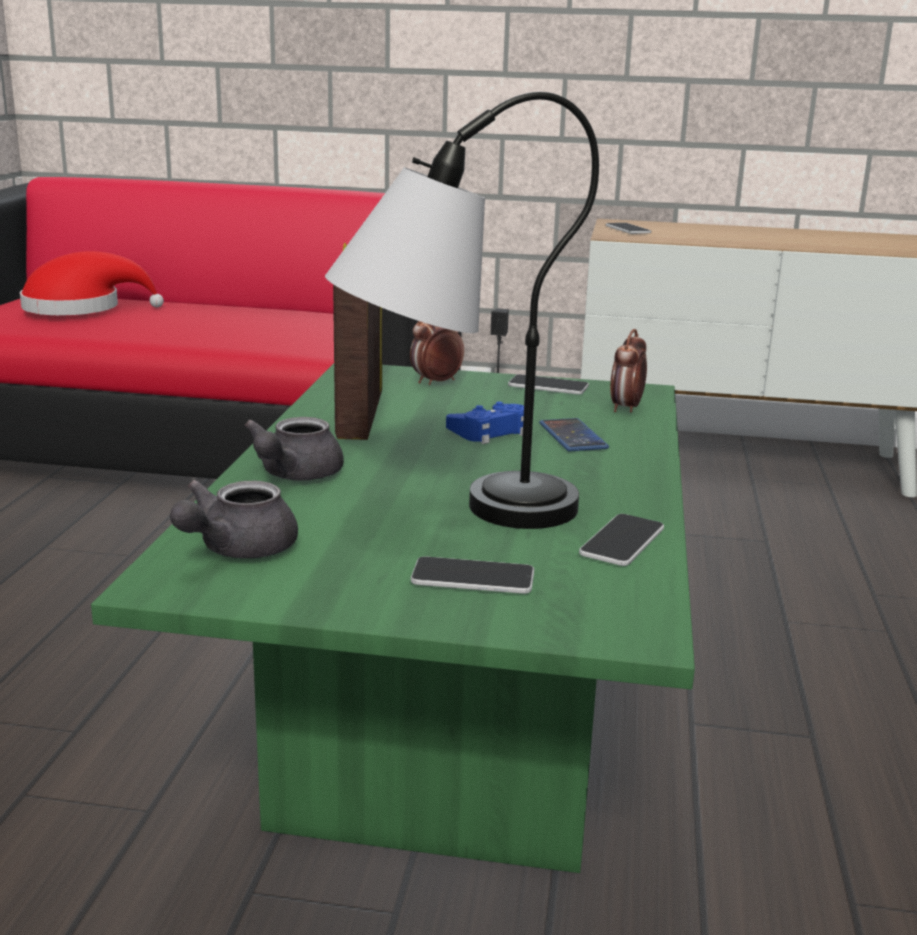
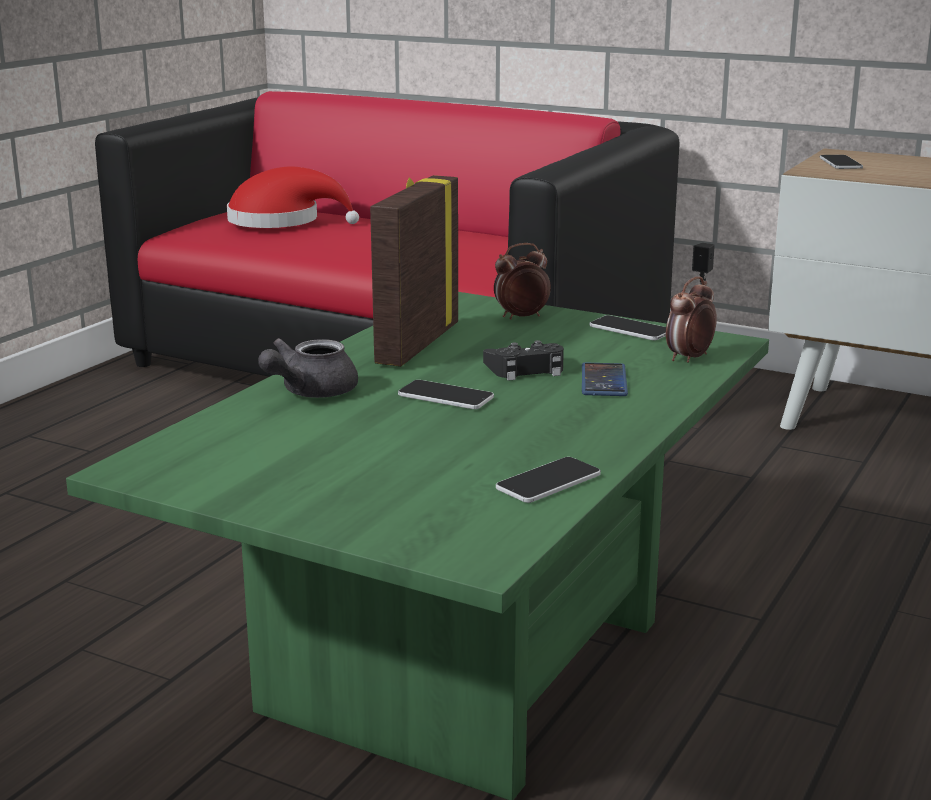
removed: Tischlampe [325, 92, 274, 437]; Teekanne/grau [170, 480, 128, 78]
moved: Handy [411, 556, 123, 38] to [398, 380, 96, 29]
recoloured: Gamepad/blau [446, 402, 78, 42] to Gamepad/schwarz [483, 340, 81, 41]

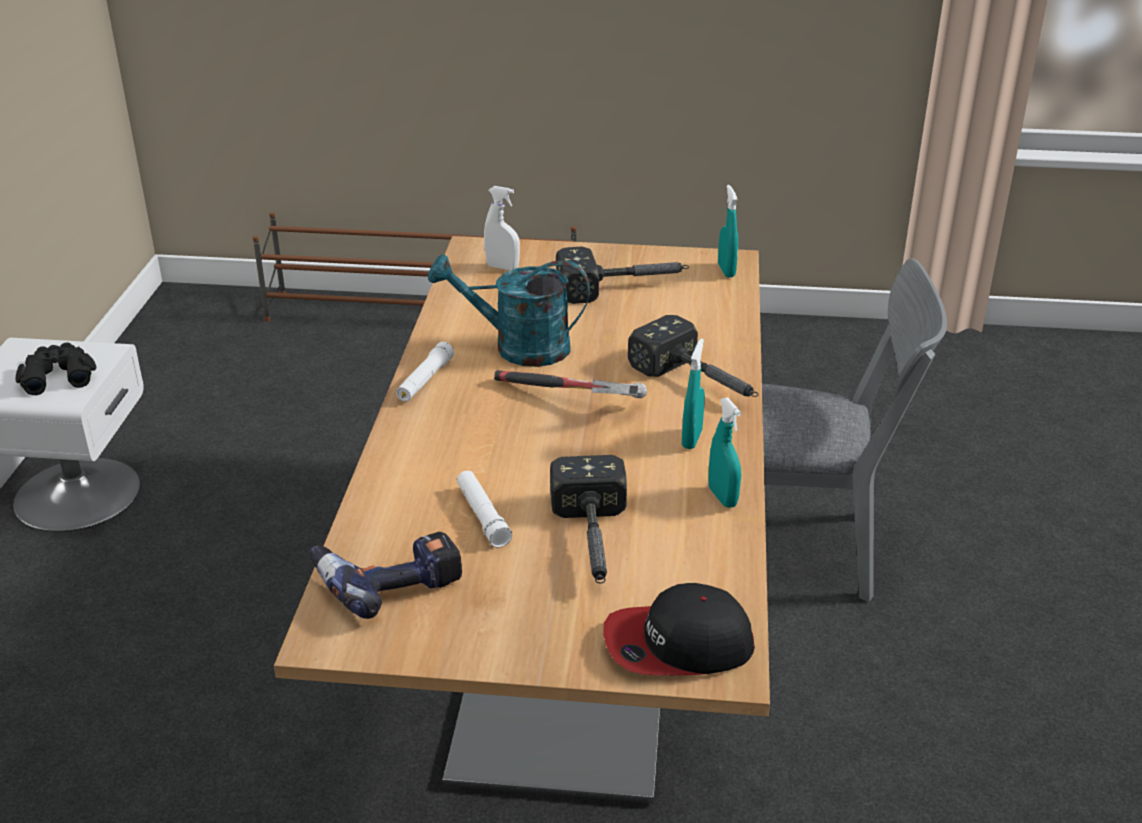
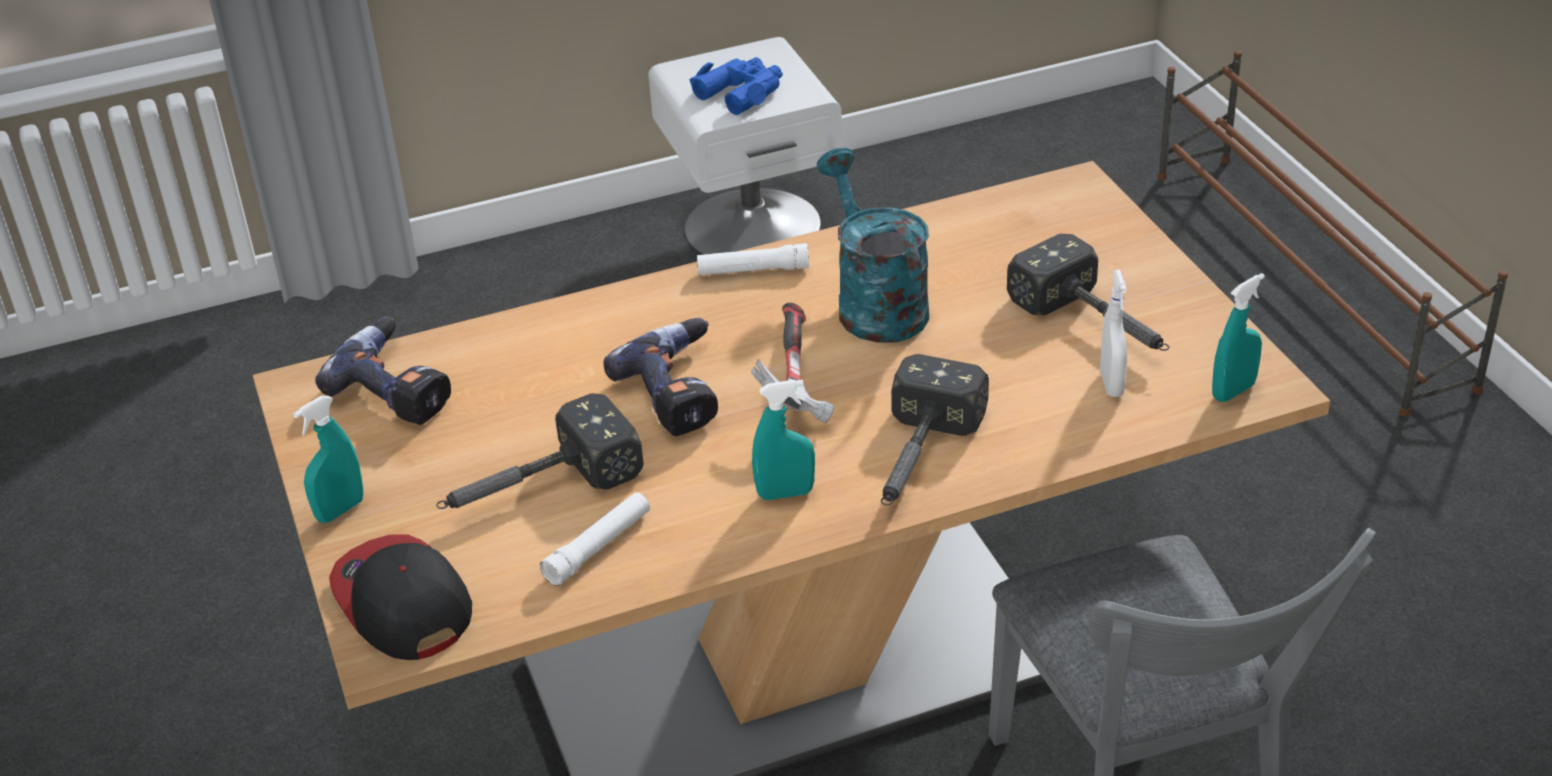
added: Bohrmaschine [603, 318, 115, 118]
moved: Sprühflasche/weiß [484, 186, 36, 84] to [1100, 269, 27, 128]; Sprühflasche/türkis [708, 397, 33, 111] to [293, 396, 71, 127]; Taschenlampe/weiß [457, 471, 55, 77] to [540, 492, 110, 94]
recoloured: Fernglas/schwarz [15, 343, 81, 52] to Fernglas/blau [690, 57, 93, 58]

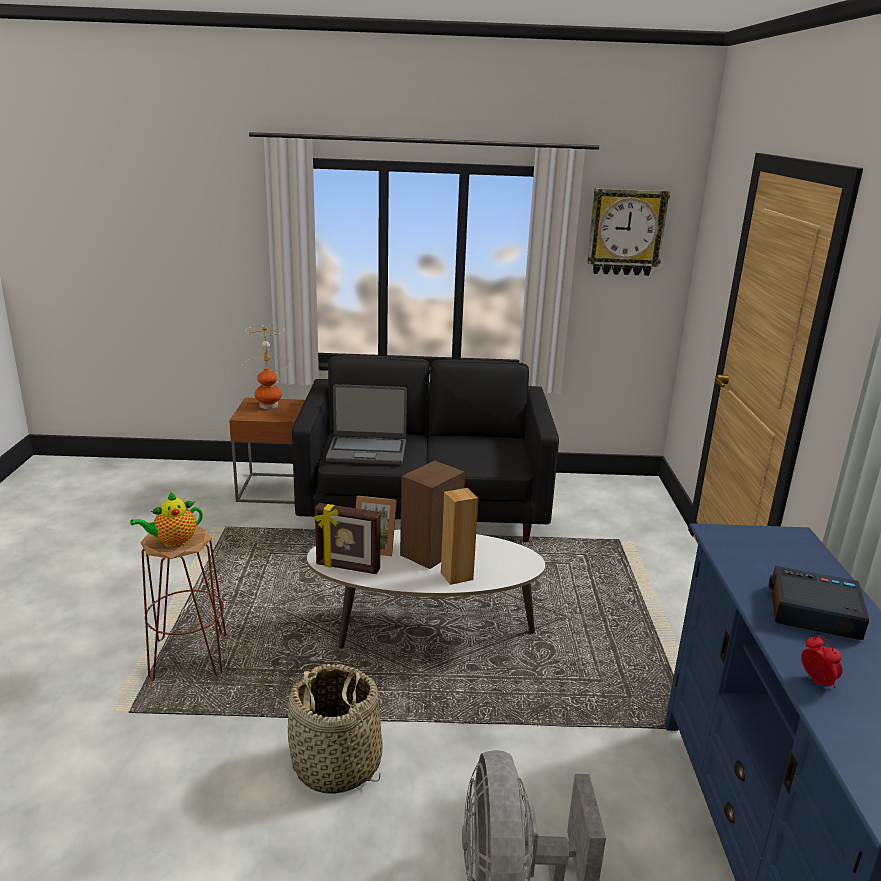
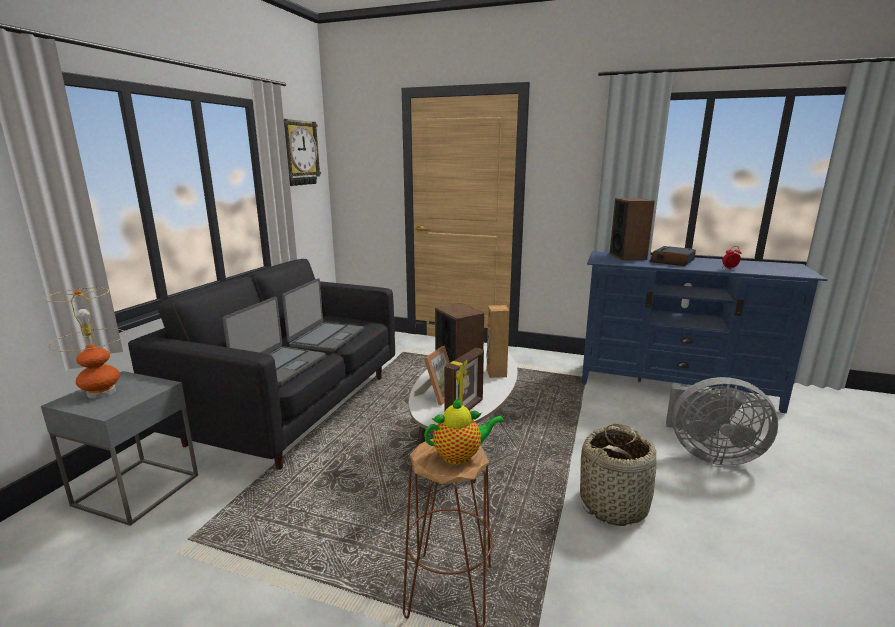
added: Lautsprecher [609, 198, 46, 62]; Laptop [282, 278, 82, 74]
recoloured: Beistelltisch/braun [229, 398, 76, 106] to Beistelltisch/grau [41, 371, 157, 155]
turned: Teekanne [130, 492, 73, 55] = [424, 398, 81, 67] 90 degrees counterclockwise

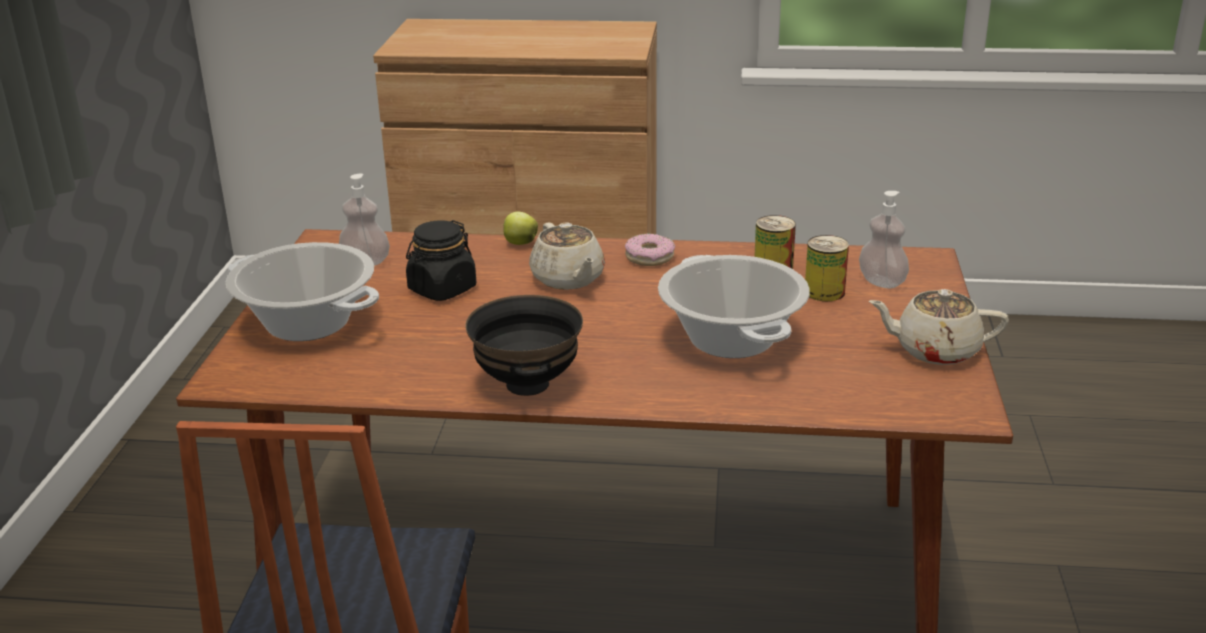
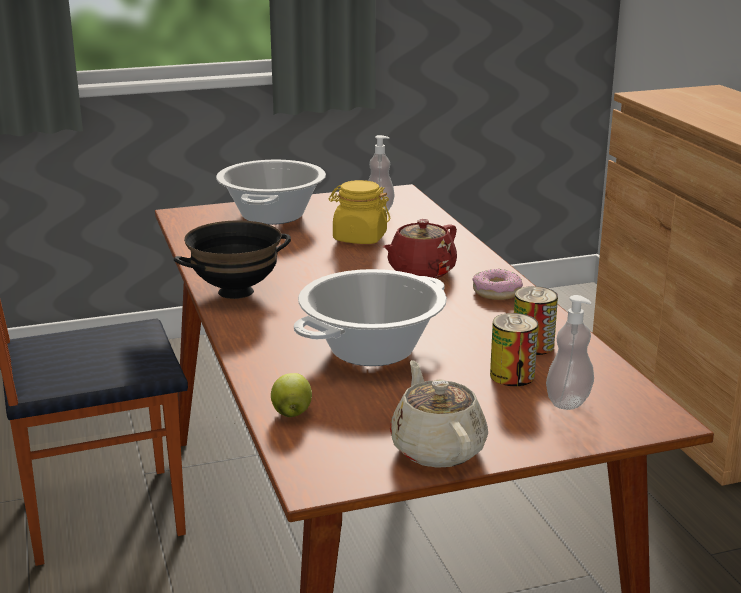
moved: Apfel [503, 212, 35, 33] to [271, 373, 41, 44]
recoloured: Vorratsglas/schwarz [406, 220, 70, 81] to Vorratsglas/gelb [329, 180, 62, 64]; Teekanne/beige [529, 222, 76, 68] to Teekanne/rot [383, 219, 74, 59]

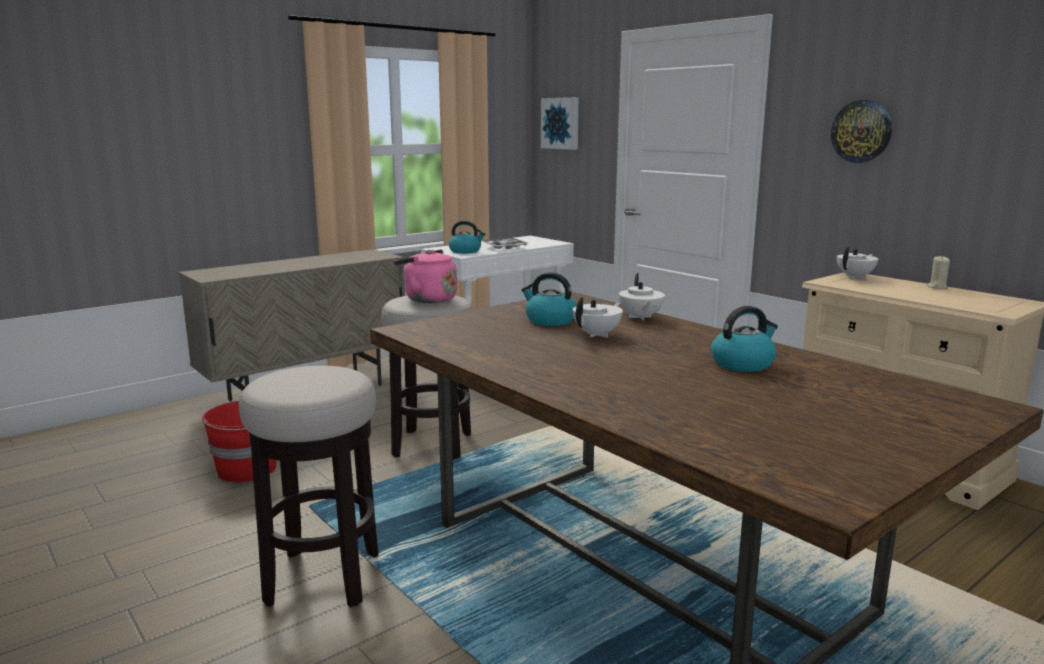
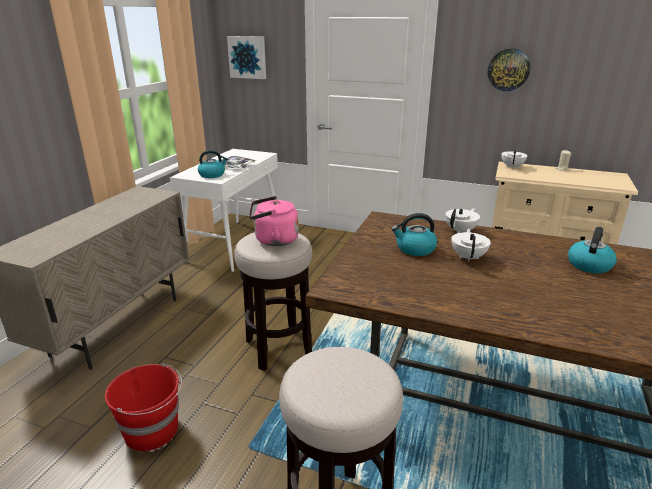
turned: Teekanne/weiß [619, 273, 46, 48] = [445, 208, 35, 26] 105 degrees counterclockwise

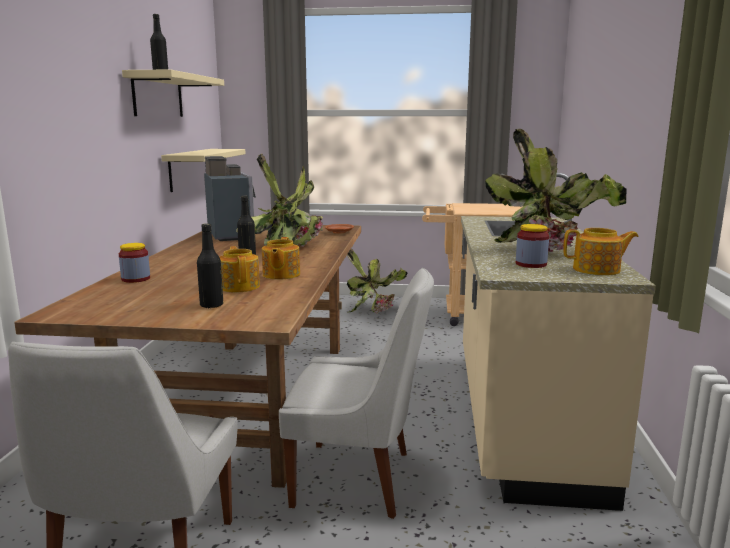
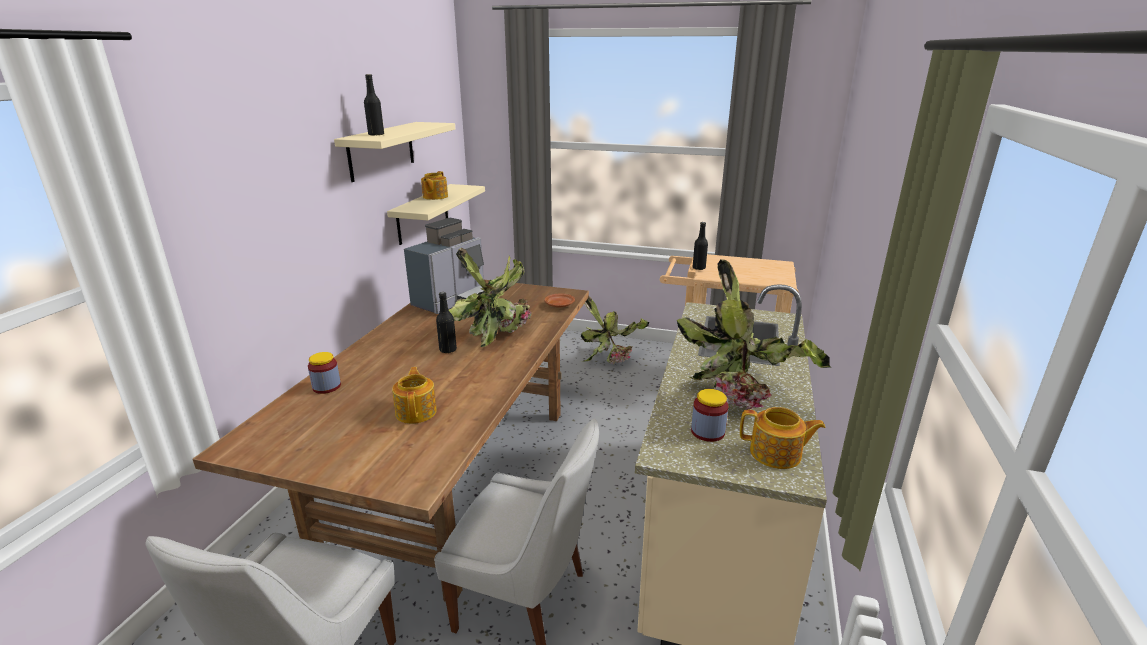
moved: Flasche/schwarz [197, 223, 26, 85] to [693, 222, 15, 48]; Teekanne [262, 237, 38, 42] to [421, 171, 27, 29]
turned: Kaffeemaschine [204, 156, 59, 85] = [404, 218, 80, 96] 45 degrees clockwise

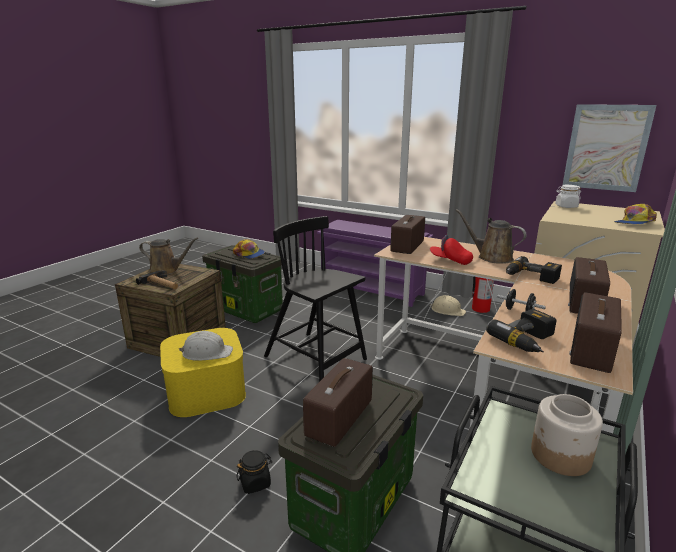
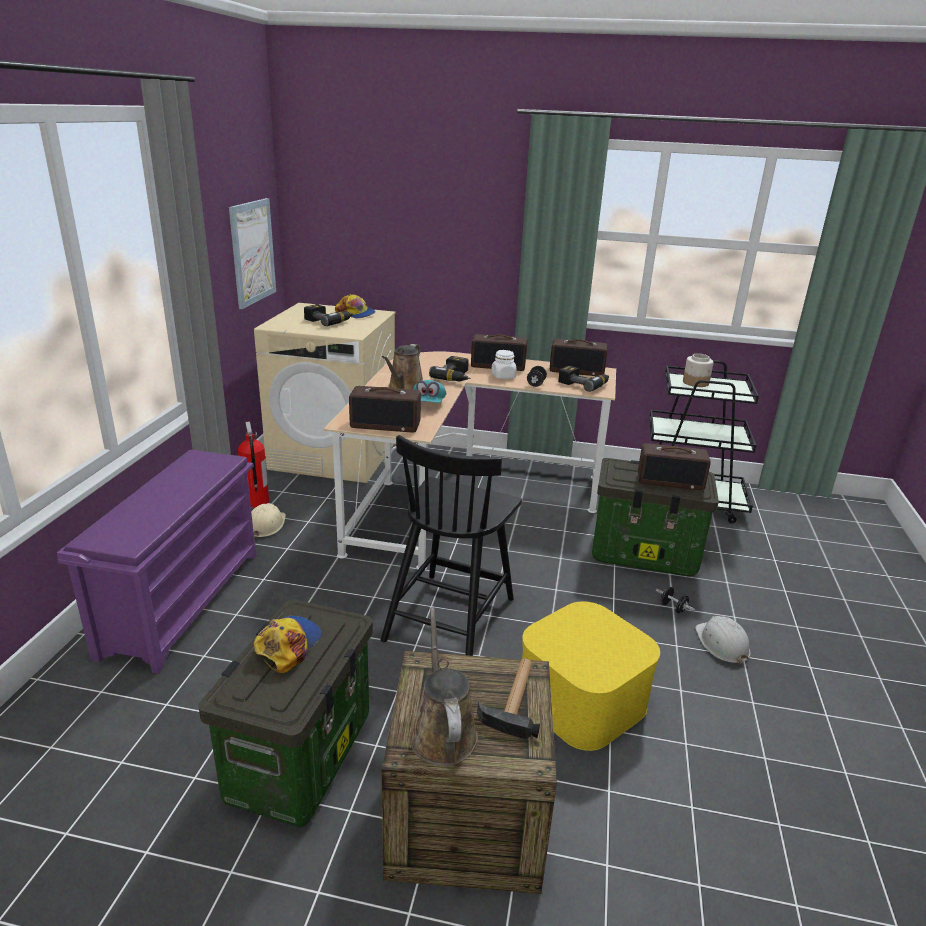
added: Bohrmaschine [304, 304, 49, 22]
moved: Vorratsglas/weiß [555, 185, 26, 23] to [491, 350, 25, 29]; Schutzhelm/weiß [179, 331, 54, 30] to [695, 616, 56, 49]
replaced: Vorratsglas/schwarz [237, 450, 35, 44] to Hantel/schwarz [656, 587, 39, 26]
recoloured: Kappe/rot [430, 235, 43, 30] to Kappe/türkis [413, 380, 33, 23]

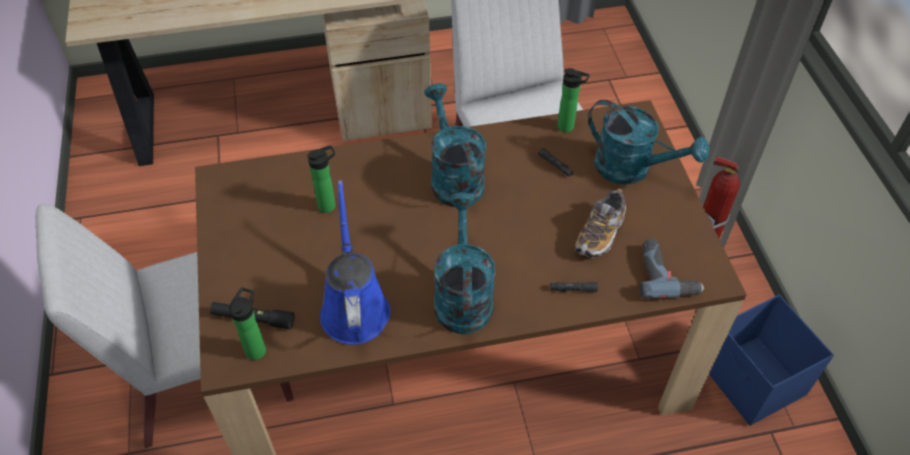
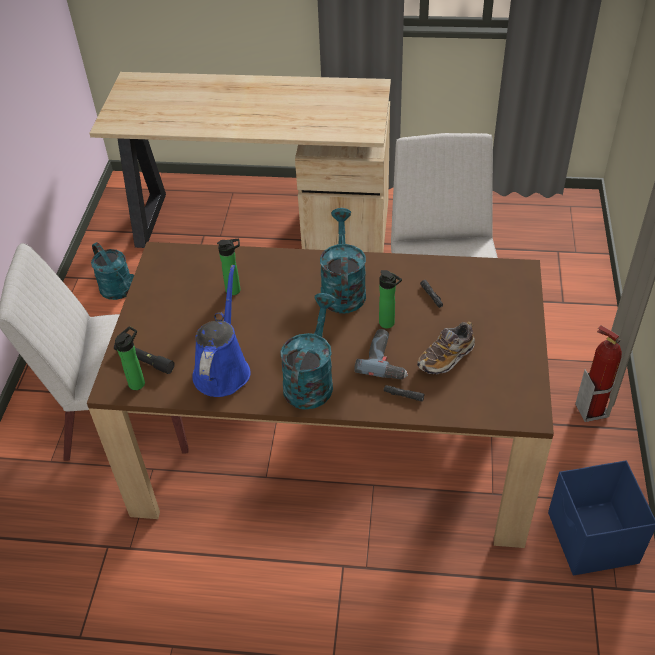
moved: Flasche [557, 68, 33, 64] to [379, 270, 23, 58]; Gießkanne/türkis [588, 100, 121, 85] to [91, 242, 43, 58]; Bohrmaschine [639, 239, 65, 60] to [354, 329, 54, 51]

